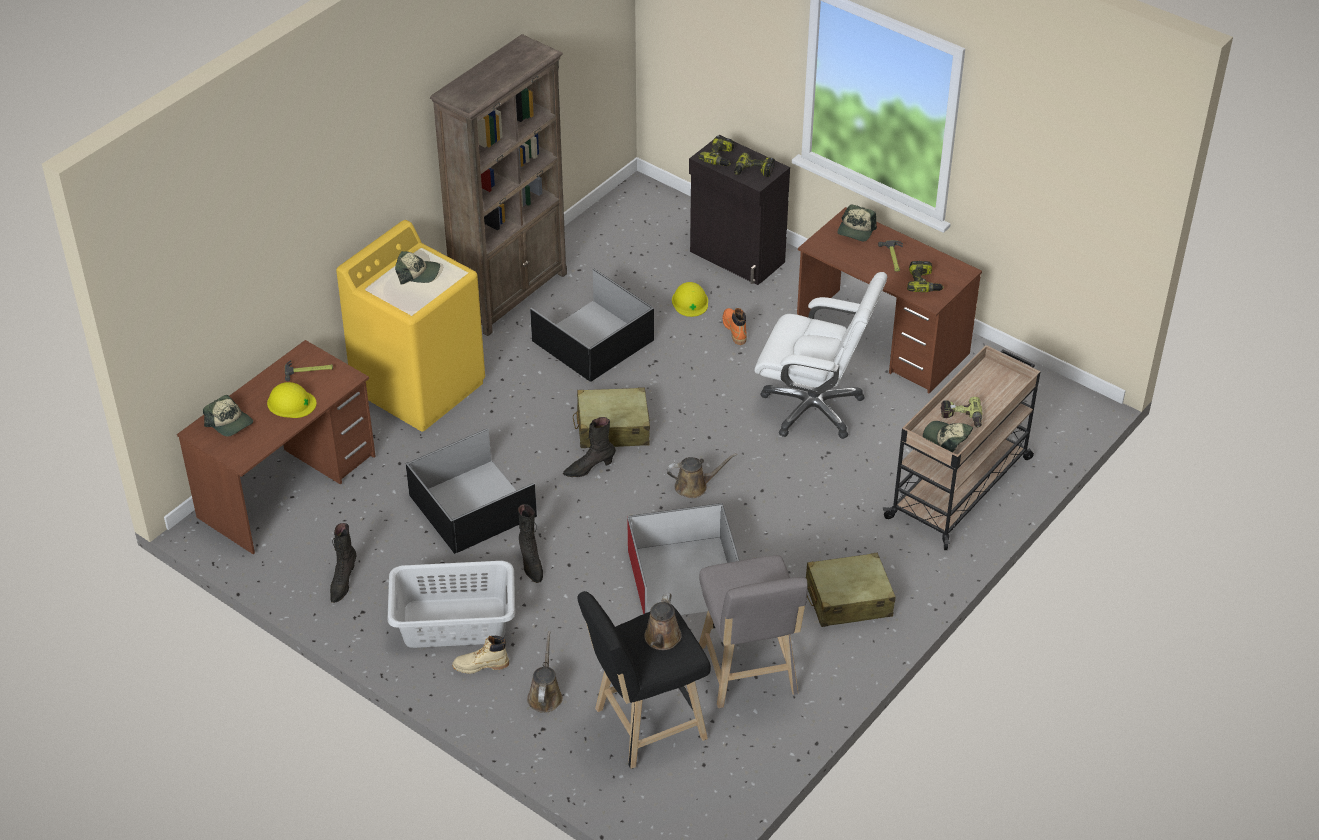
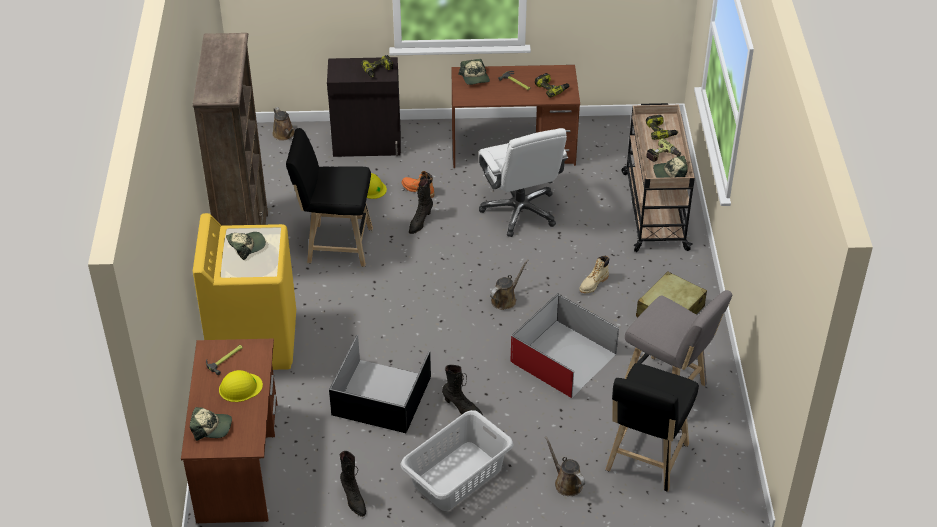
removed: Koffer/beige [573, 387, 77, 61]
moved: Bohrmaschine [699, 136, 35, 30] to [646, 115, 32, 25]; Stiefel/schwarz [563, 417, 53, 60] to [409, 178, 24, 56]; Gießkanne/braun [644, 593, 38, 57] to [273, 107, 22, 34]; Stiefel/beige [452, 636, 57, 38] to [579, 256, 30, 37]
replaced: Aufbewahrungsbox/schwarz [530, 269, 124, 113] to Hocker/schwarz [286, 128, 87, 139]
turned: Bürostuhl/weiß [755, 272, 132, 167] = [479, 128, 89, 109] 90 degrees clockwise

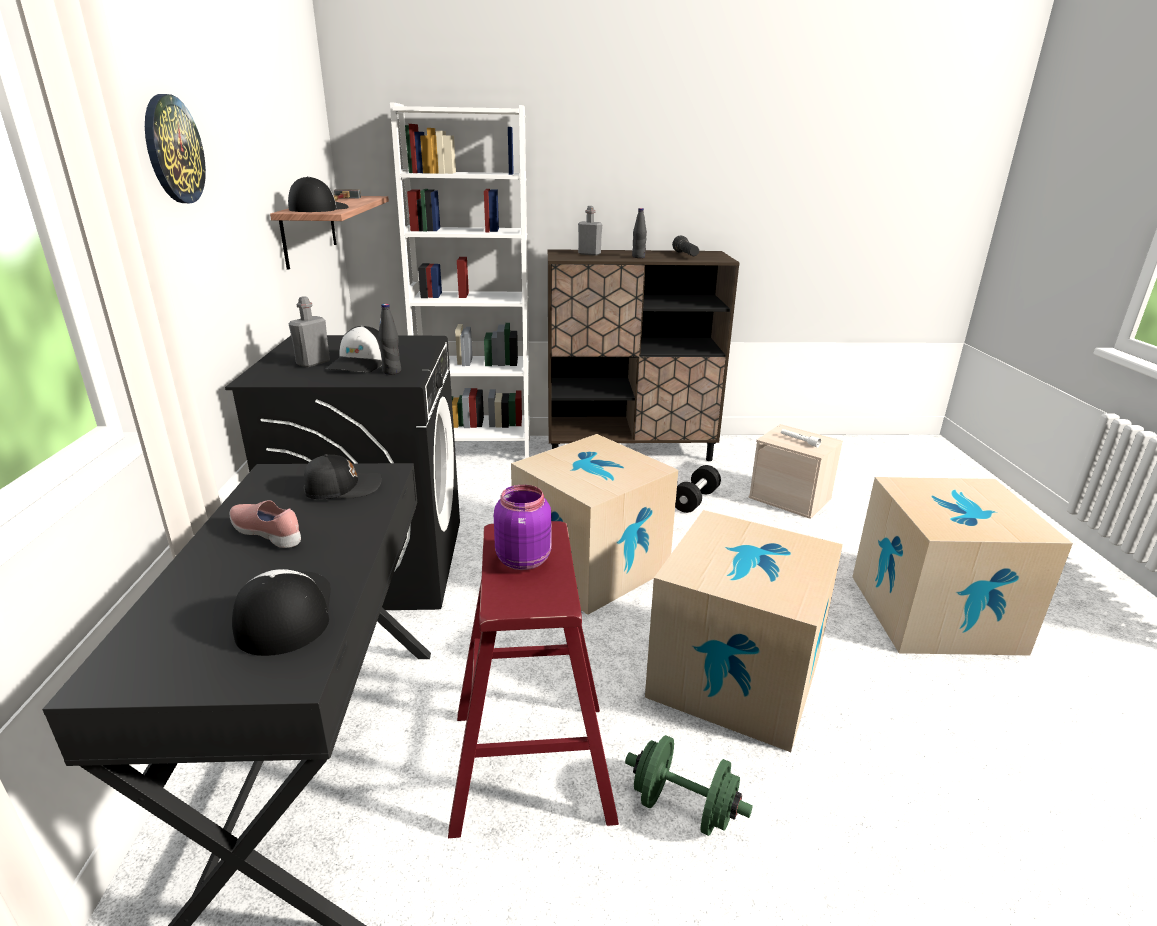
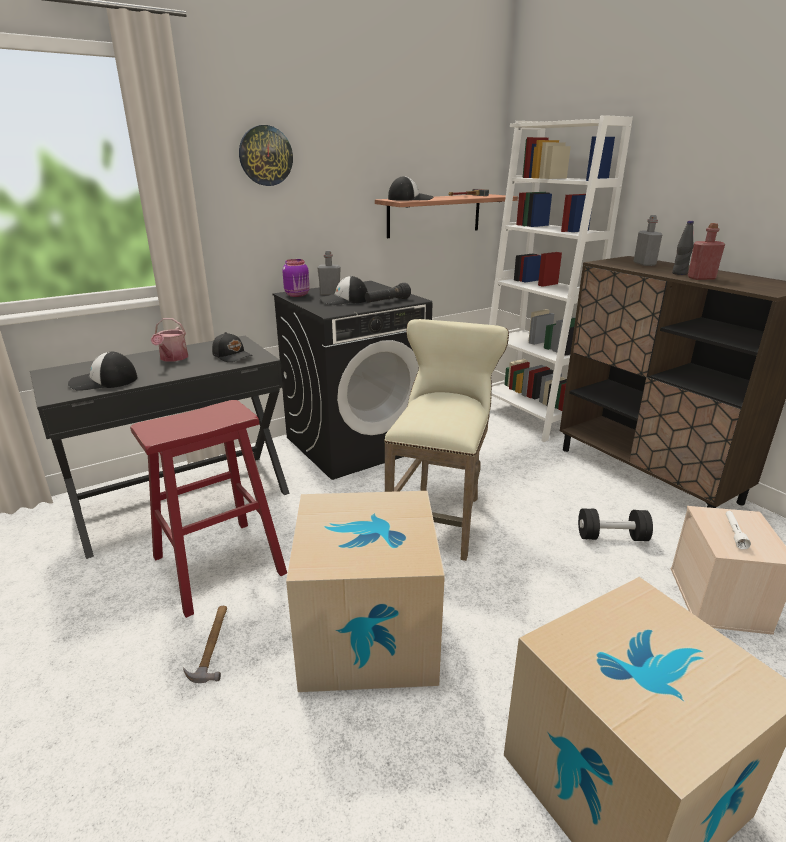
removed: Flasche/schwarz [378, 304, 23, 70]
added: Flasche/rot [688, 223, 37, 57]
moved: Taschenlampe/schwarz [672, 236, 27, 20] to [365, 283, 46, 20]; Vorratsglas/lila [494, 485, 57, 85] to [282, 259, 28, 38]
replaced: Karton [511, 434, 167, 181] to Hocker/beige [384, 319, 125, 242]; Schuh/rosa [230, 500, 71, 48] to Gießkanne [151, 318, 37, 44]; Hantel/grün [625, 735, 128, 101] to Hammer [183, 606, 44, 77]
turned: Kappe [232, 569, 99, 87] = [68, 352, 69, 39] 150 degrees counterclockwise

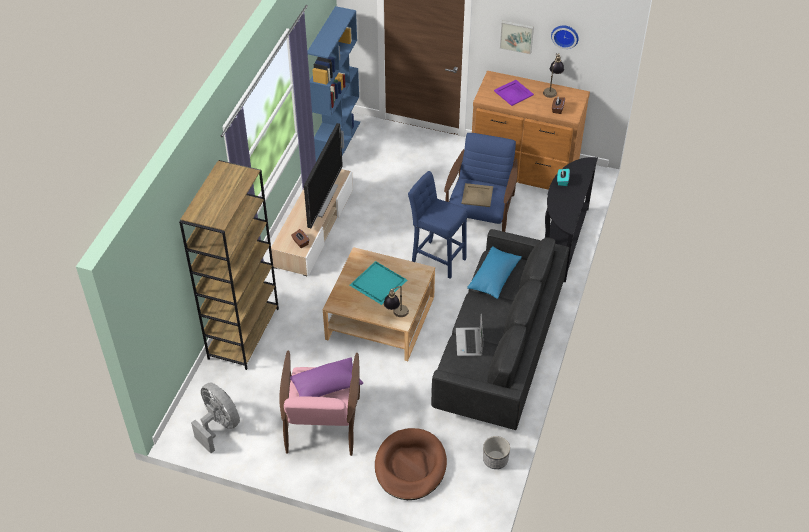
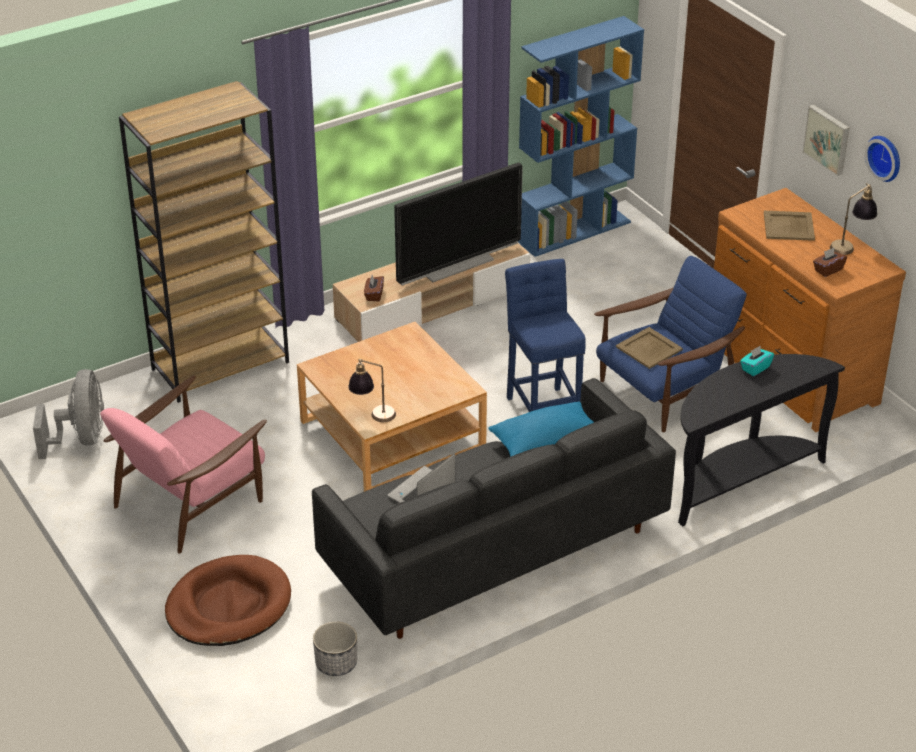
removed: Tablett/türkis [349, 261, 58, 44]; Kissen/lila [290, 357, 73, 40]
recoloured: Tablett/lila [494, 80, 40, 26] to Tablett/beige [764, 211, 51, 30]

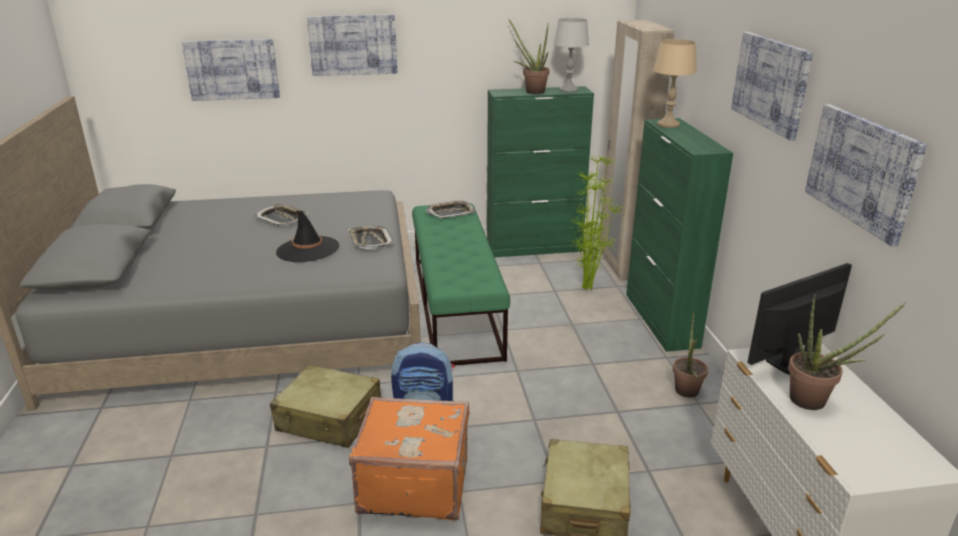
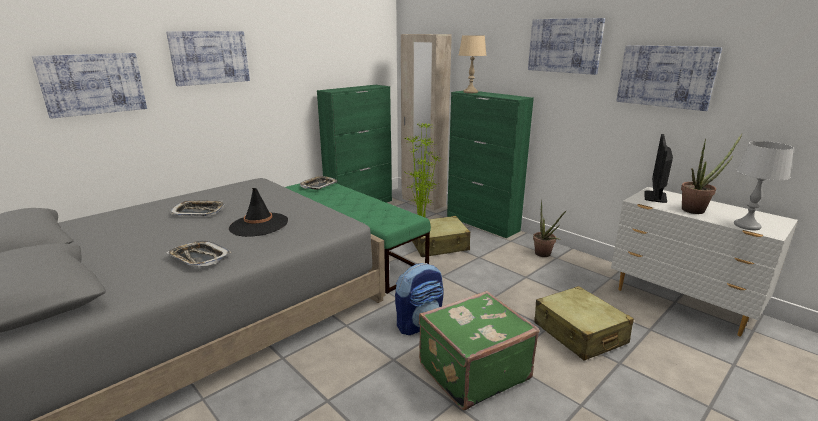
removed: Topfpflanze [509, 19, 41, 75]
moved: Tischlampe/grau [554, 18, 35, 75] to [734, 141, 60, 89]; Tablett [348, 226, 45, 23] to [166, 241, 65, 26]; Koffer/beige [270, 365, 111, 83] to [412, 216, 58, 41]
recoloured: Koffer/orange [349, 397, 121, 123] to Koffer/grün [419, 291, 120, 120]

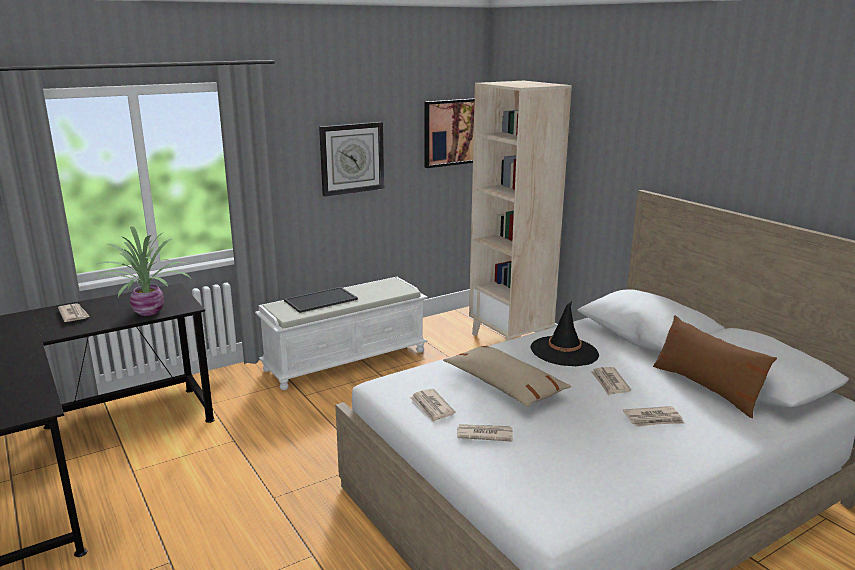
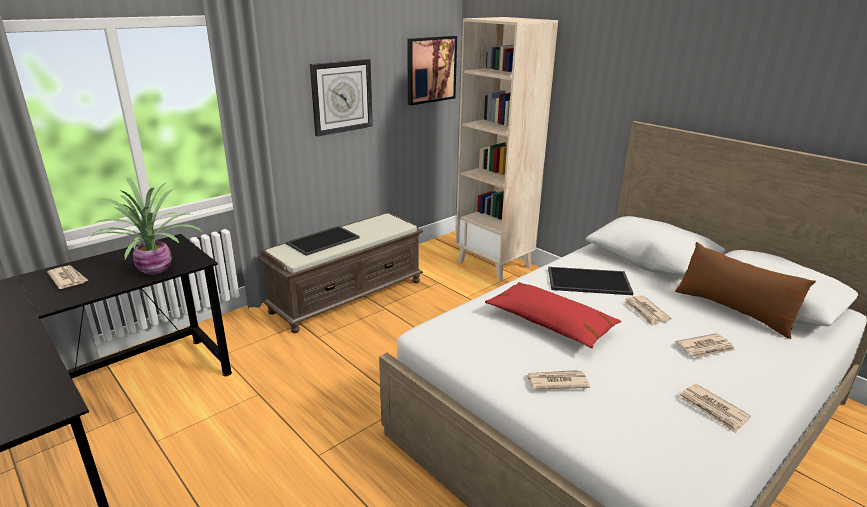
moved: Zeitung [410, 389, 46, 33] to [679, 384, 72, 49]
replaced: Hut/schwarz [531, 301, 68, 65] to Tablett [548, 267, 85, 28]
recoloured: Bank/weiß [255, 277, 173, 113] to Bank/braun [257, 212, 166, 121]; Kissen/beige [443, 345, 129, 62] to Kissen/rot [485, 282, 137, 66]

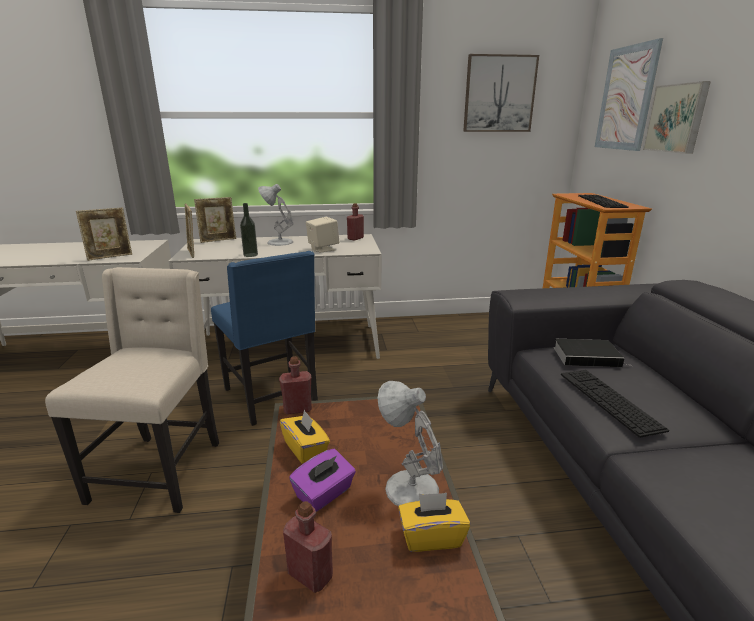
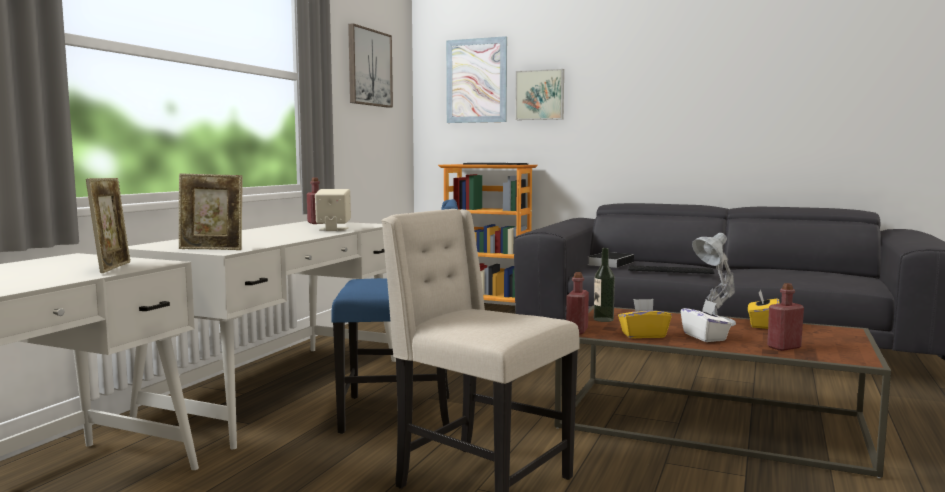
removed: Tischlampe/weiß [258, 184, 36, 62]; Bilderrahmen [194, 197, 42, 46]
moved: Flasche [240, 203, 18, 54] to [594, 248, 21, 74]
recoloured: Taschentuchbox/lila [289, 449, 67, 63] to Taschentuchbox/weiß [681, 300, 51, 42]

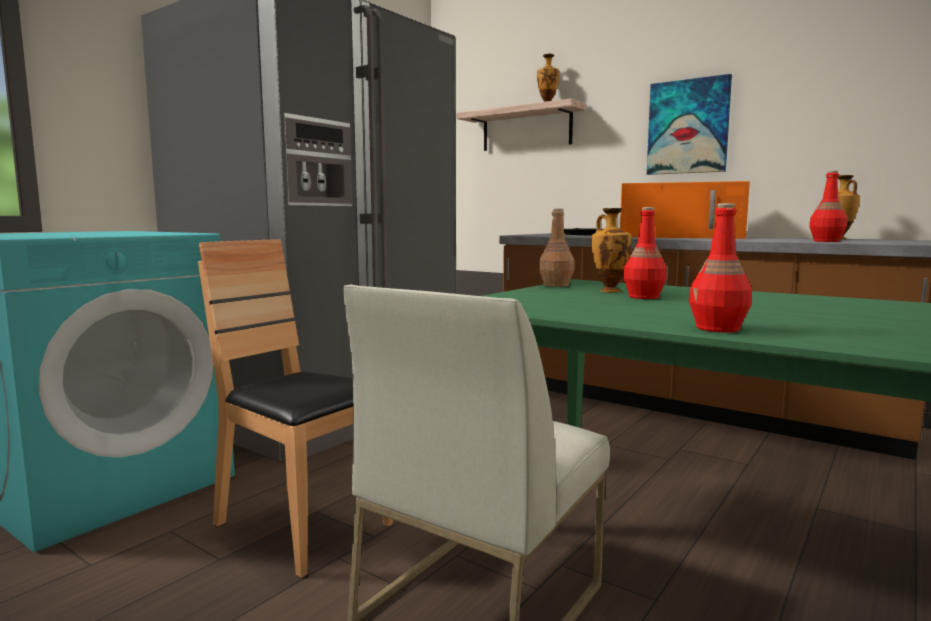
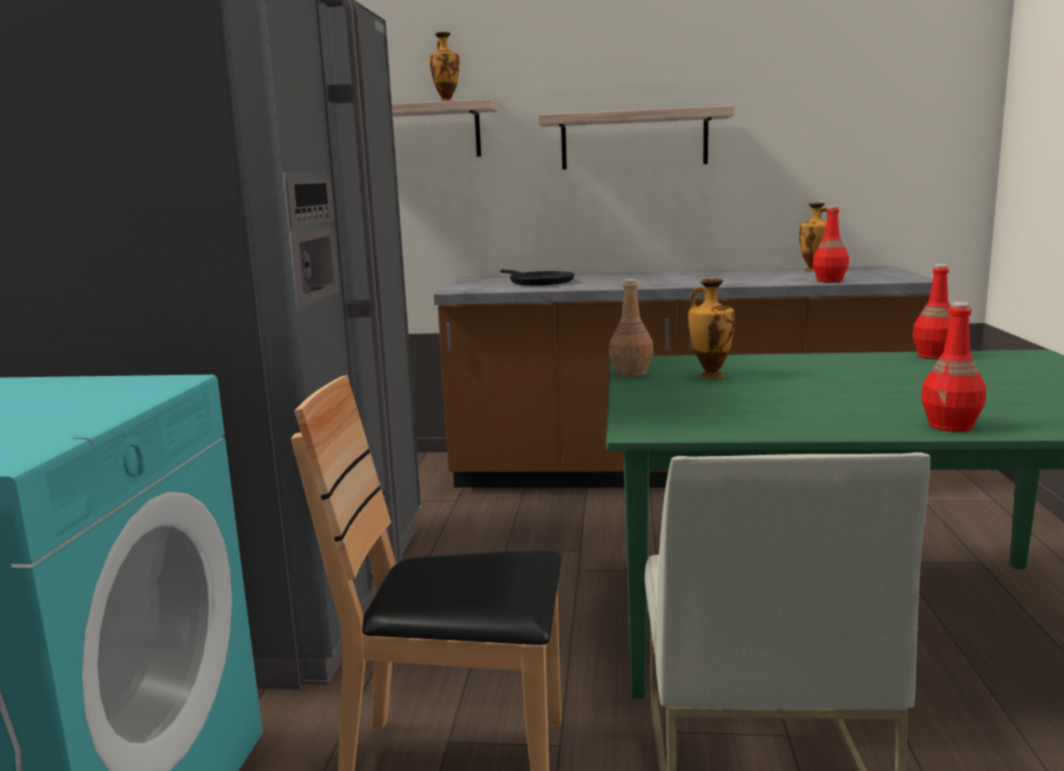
removed: Mikrowelle/orange [620, 181, 130, 58]
moved: Flasche/rot [623, 207, 44, 92] to [913, 264, 38, 95]
replaced: Bild [647, 74, 85, 101] to Wandregal [538, 106, 196, 64]

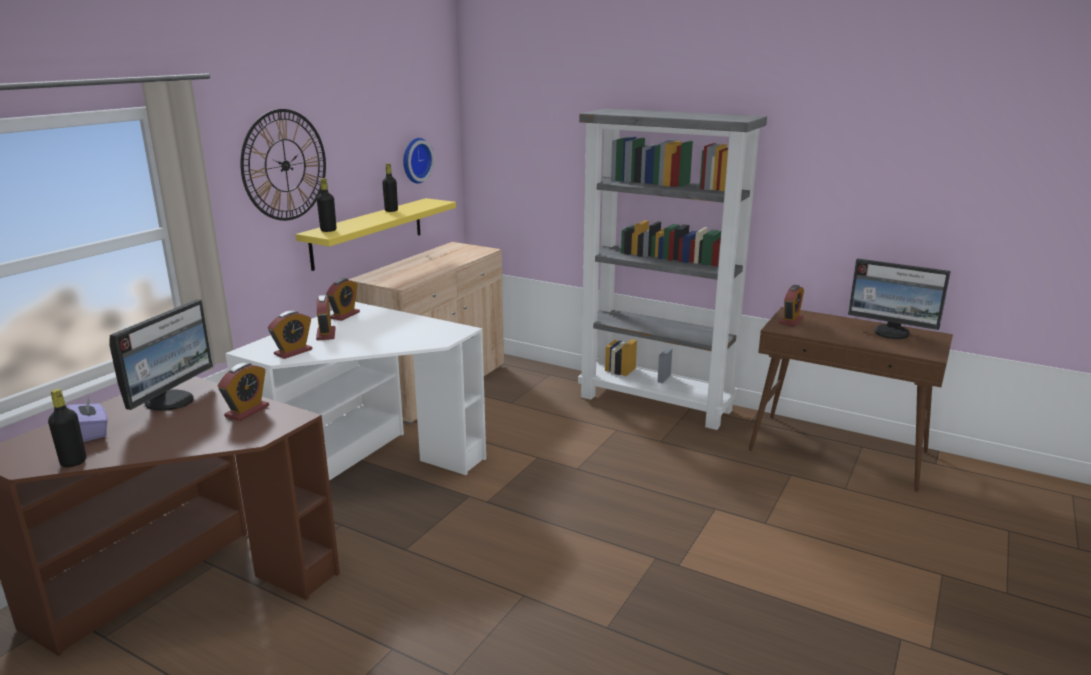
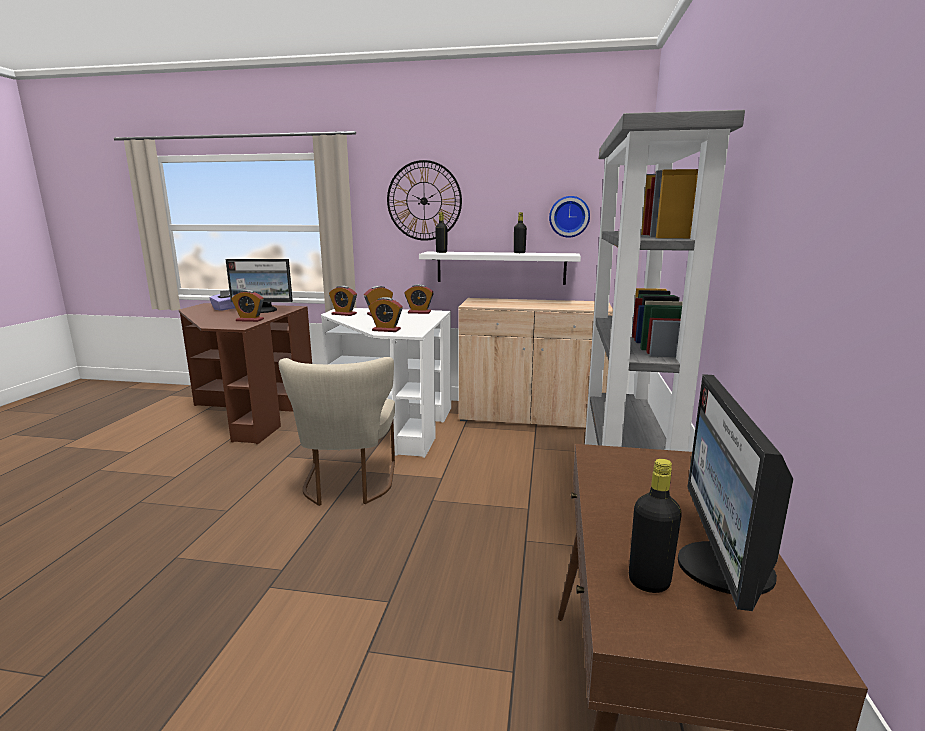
added: Stuhl/beige [278, 357, 117, 149]
moved: Wecker [779, 285, 25, 41] to [369, 297, 34, 35]; Flasche/schwarz [48, 389, 38, 79] to [629, 459, 53, 134]
recoloured: Wandregal/gelb [295, 198, 161, 73] to Wandregal/weiß [419, 252, 162, 33]

